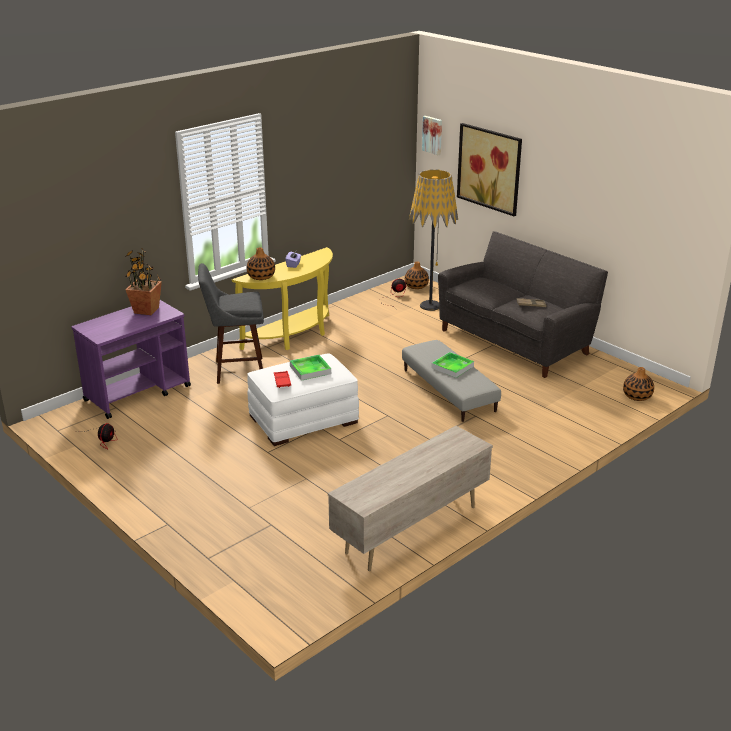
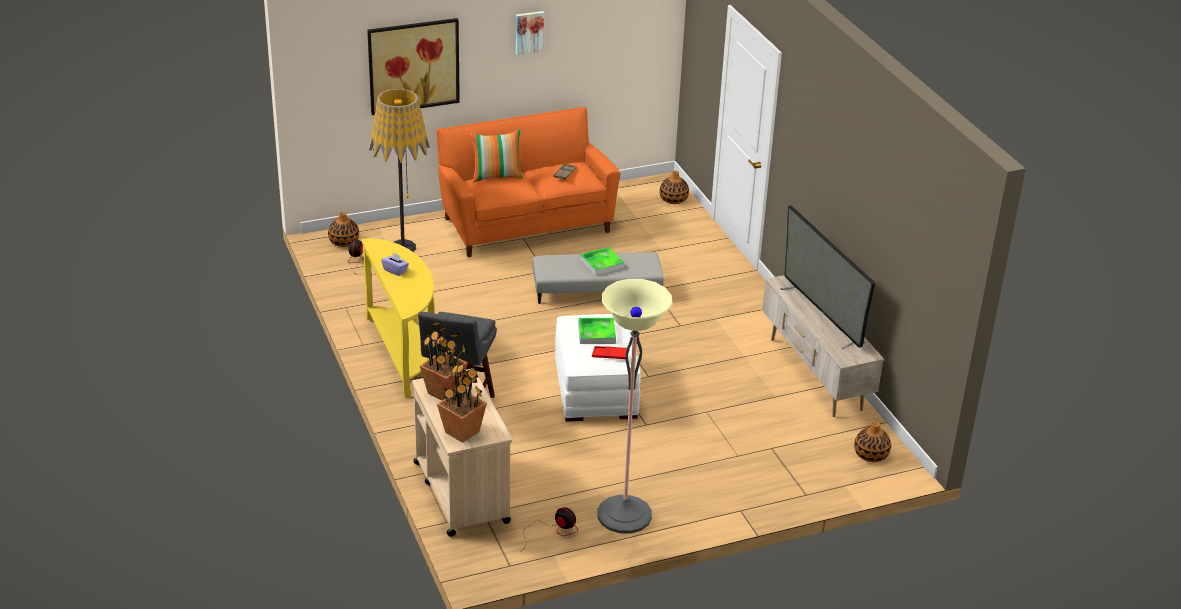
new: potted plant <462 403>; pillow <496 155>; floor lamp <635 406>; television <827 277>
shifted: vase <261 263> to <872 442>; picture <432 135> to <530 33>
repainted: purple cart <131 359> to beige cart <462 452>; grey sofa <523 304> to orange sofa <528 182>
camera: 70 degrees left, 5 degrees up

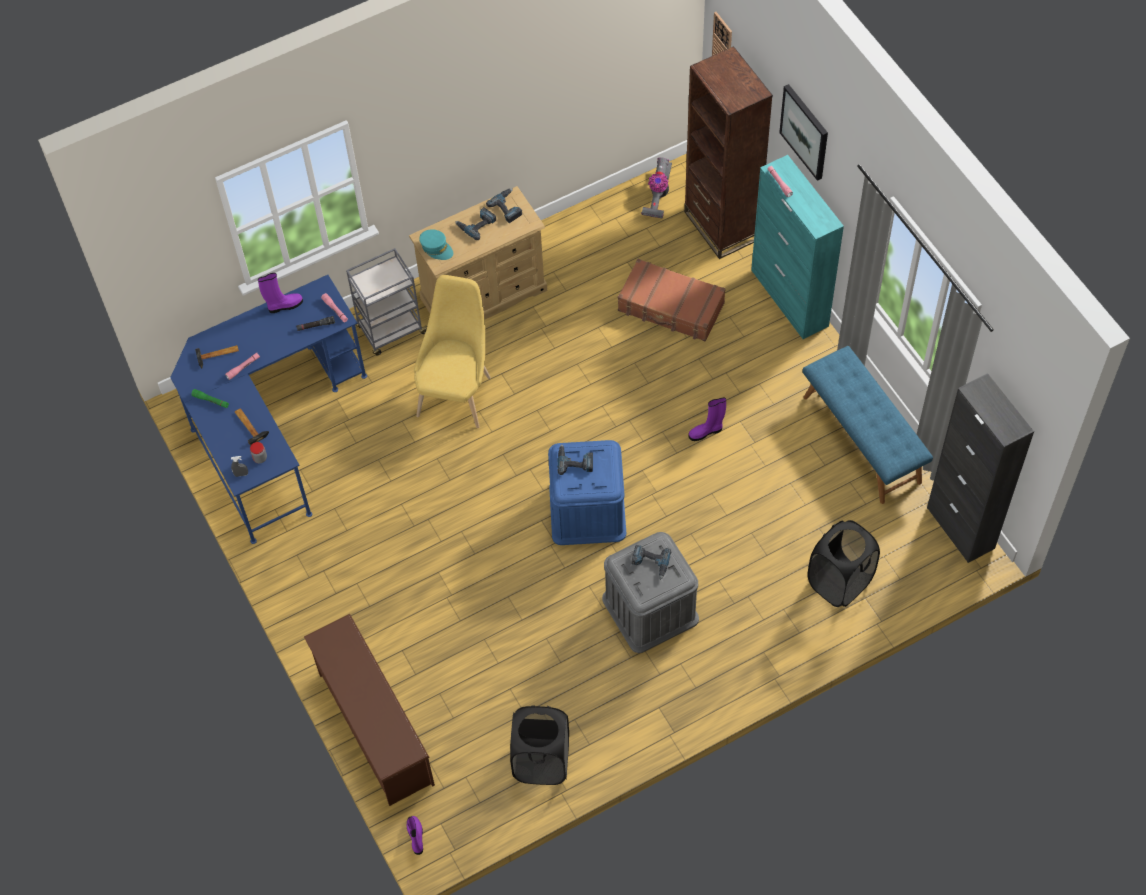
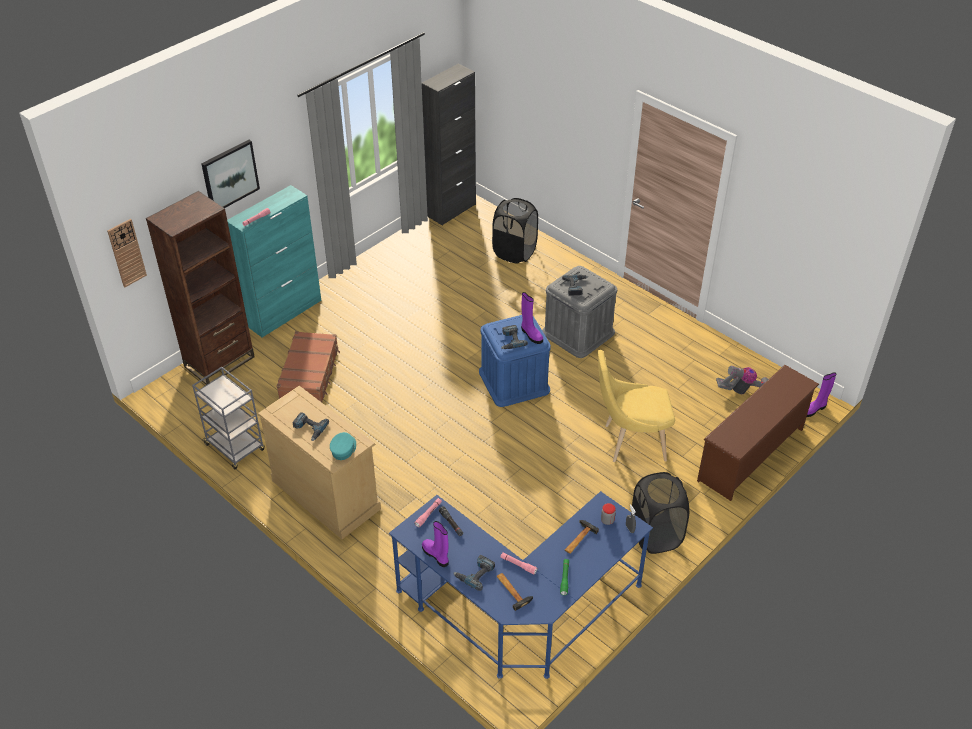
gone: blue bench <868 425>
shifted: grey cart <386 302> to <228 418>; yellow chair <452 351> to <636 406>; power drill <504 205> to <474 573>; black laundry basket <539 745> to <660 513>; vacuum cleaner <656 188> to <742 380>; purple boot <707 419> to <532 318>
camera: 110 degrees left, 15 degrees down

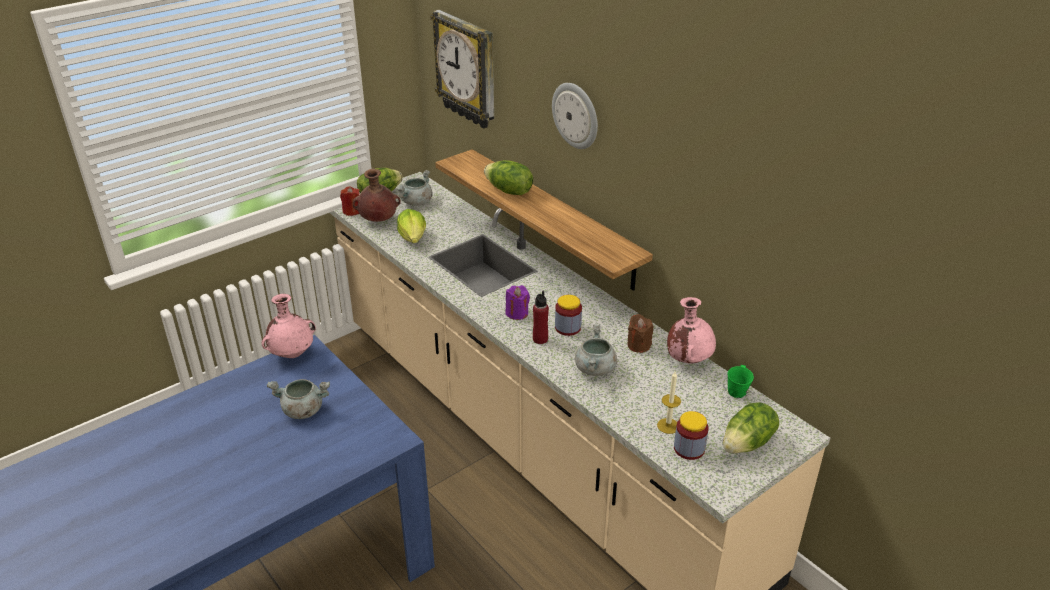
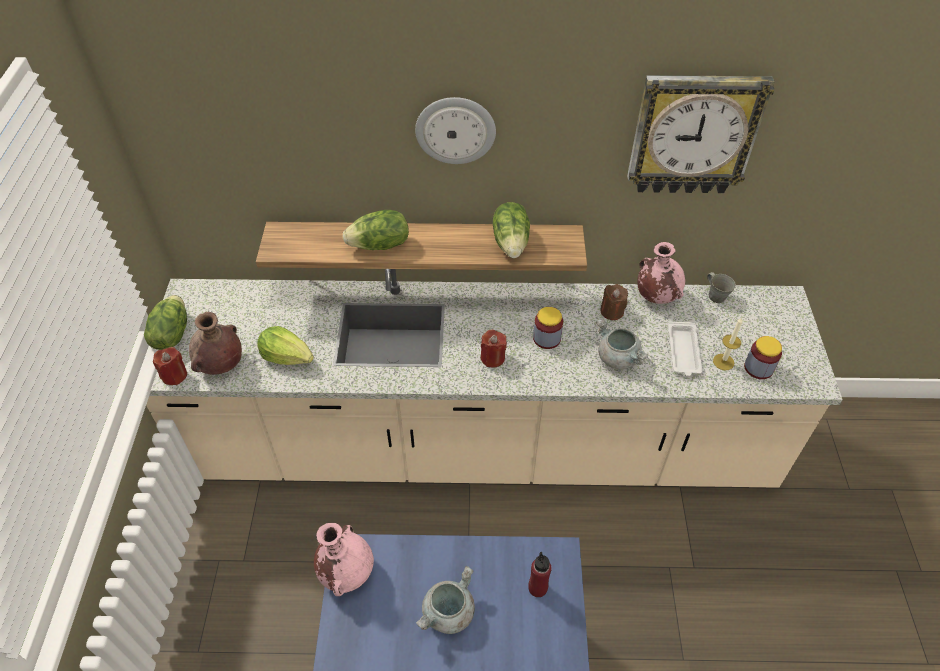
gone: grey cooking pot <414 188>
new: white tray <685 348>
shifted: wall clock <462 69> to <700 134>; red bottle <541 317> to <540 574>; lettuce <751 428> to <511 230>
repainted: purple candle <517 302> to red candle <494 349>; green mug <741 381> to grey mug <721 287>
camera: 50 degrees left, 15 degrees up

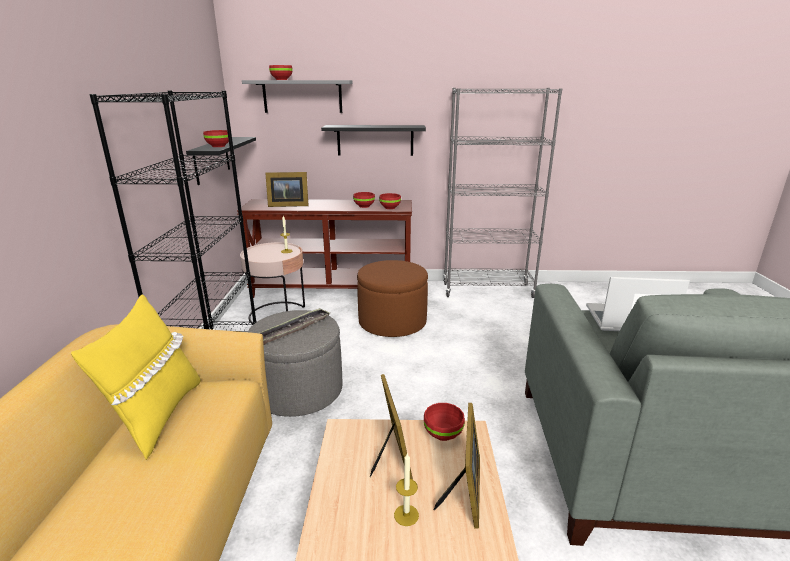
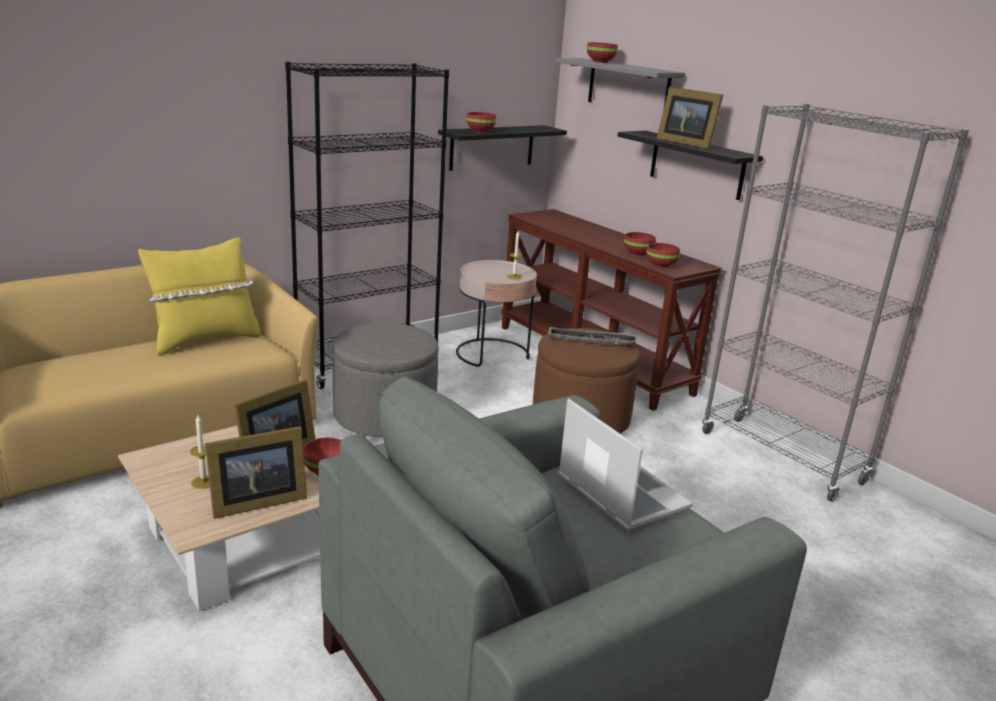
shifted: tray <294 326> to <593 336>; picture frame <287 189> to <690 118>
camera: 50 degrees right, 0 degrees up

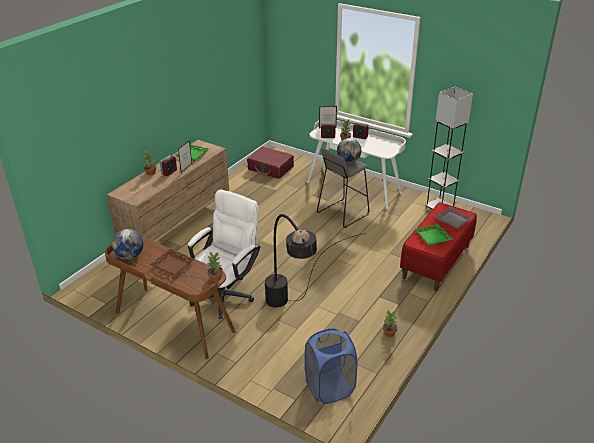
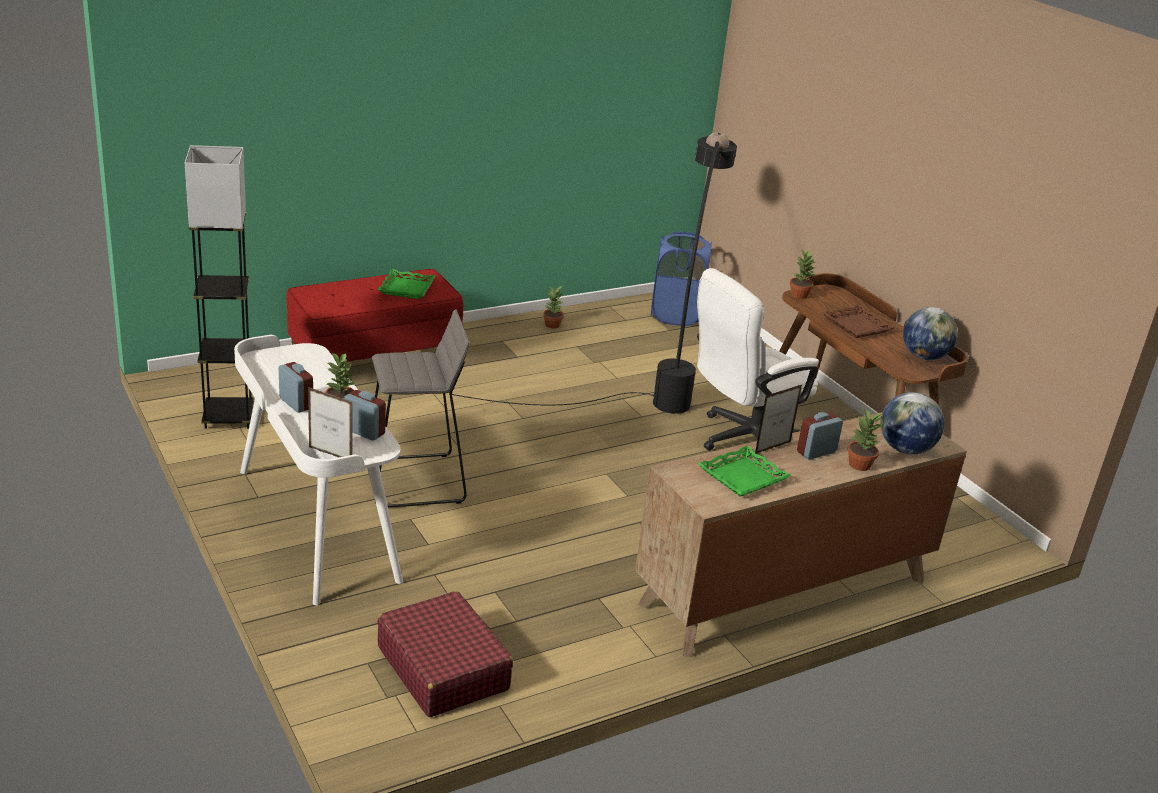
gone: grey tray <454 218>
shifted: globe <349 150> to <912 423>
camera: 155 degrees left, 5 degrees down

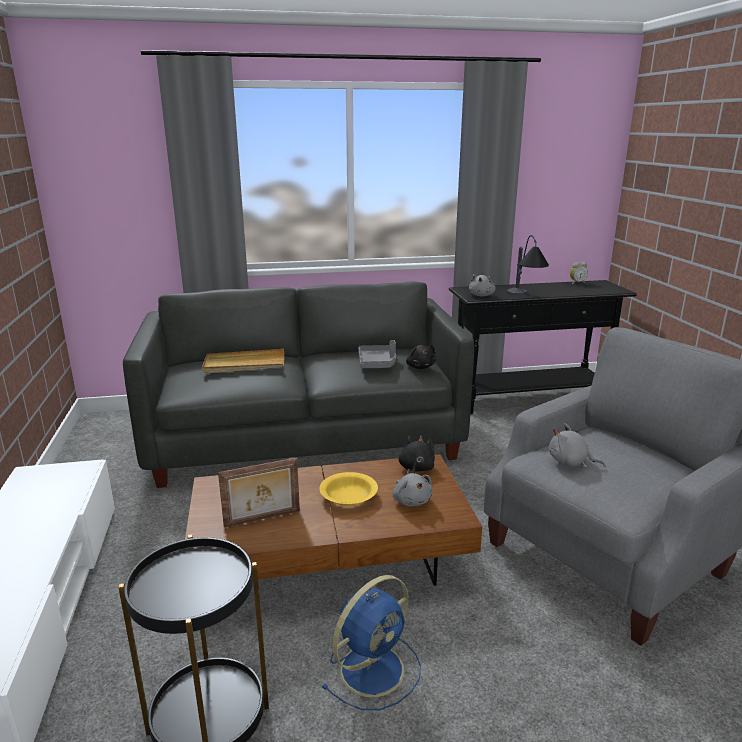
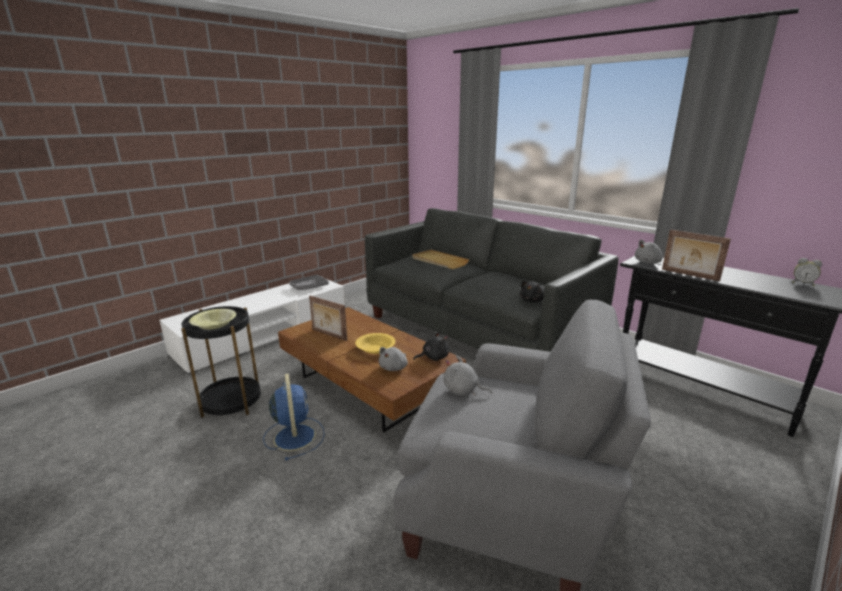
new: yellow bowl <212 319>
shifted: grey tray <377 354> to <309 282>
swapped: table lamp <528 264> to picture frame <696 255>
rotated: blue fan <371 642> = <294 417> 120 degrees counterclockwise; grey plush toy <577 445> = <468 375> 60 degrees counterclockwise
camera: 55 degrees right, 0 degrees up

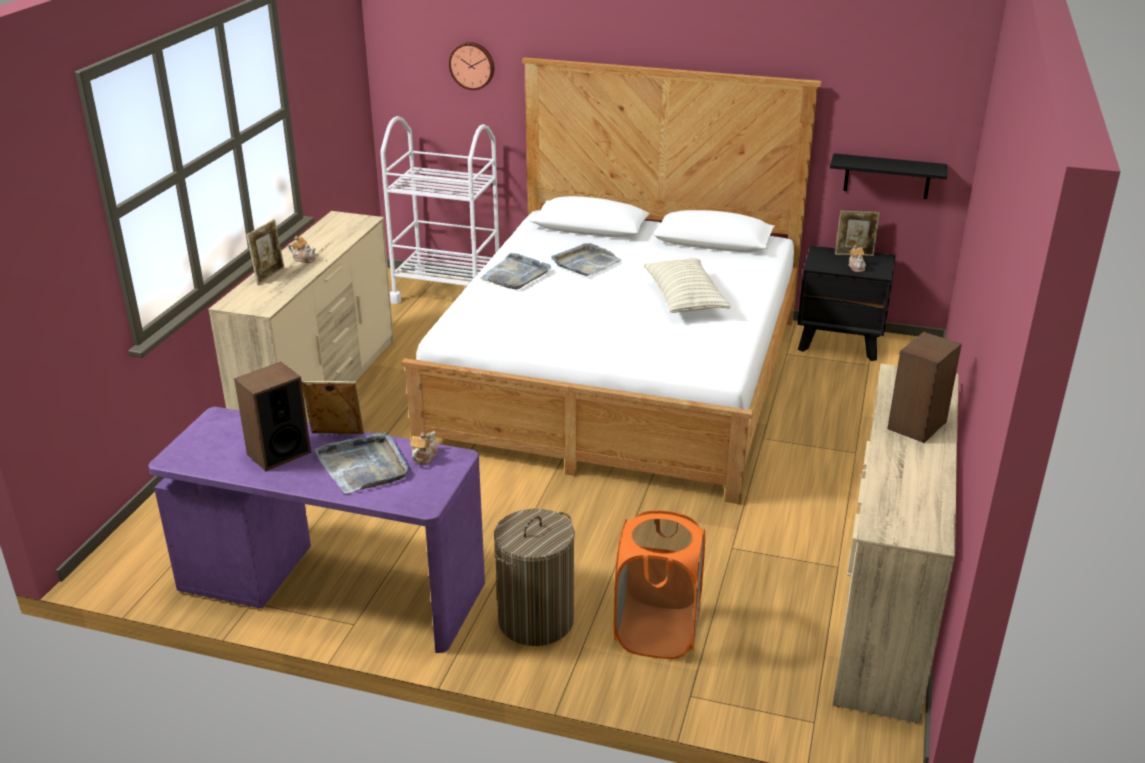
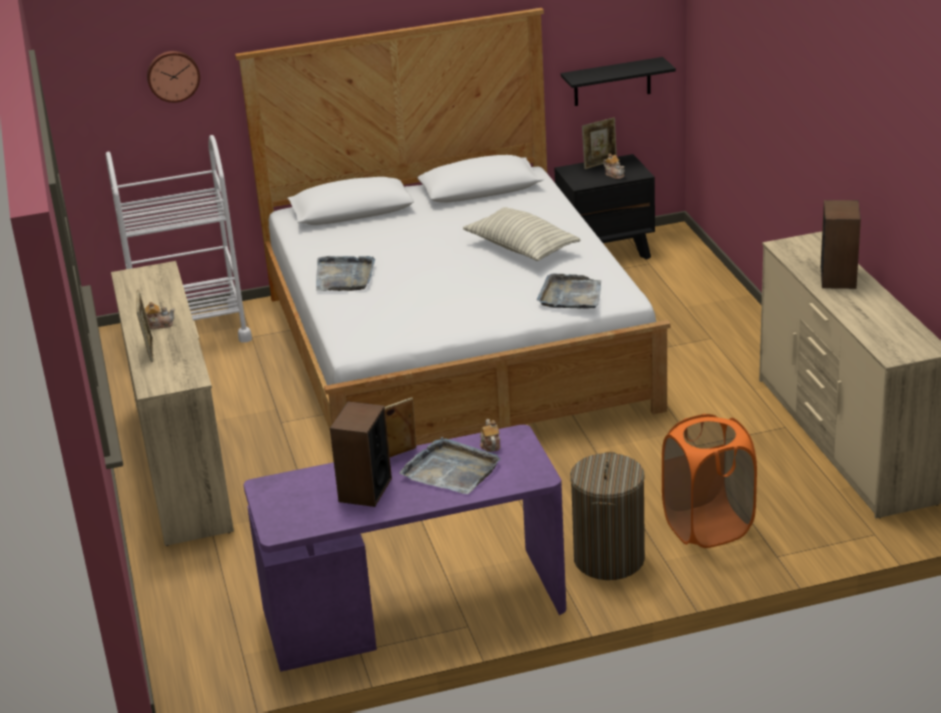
shifted: grey tray <586 259> to <569 291>
camera: 30 degrees left, 0 degrees up

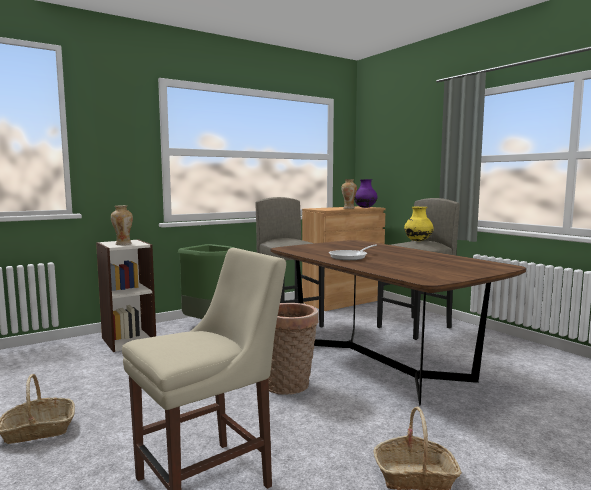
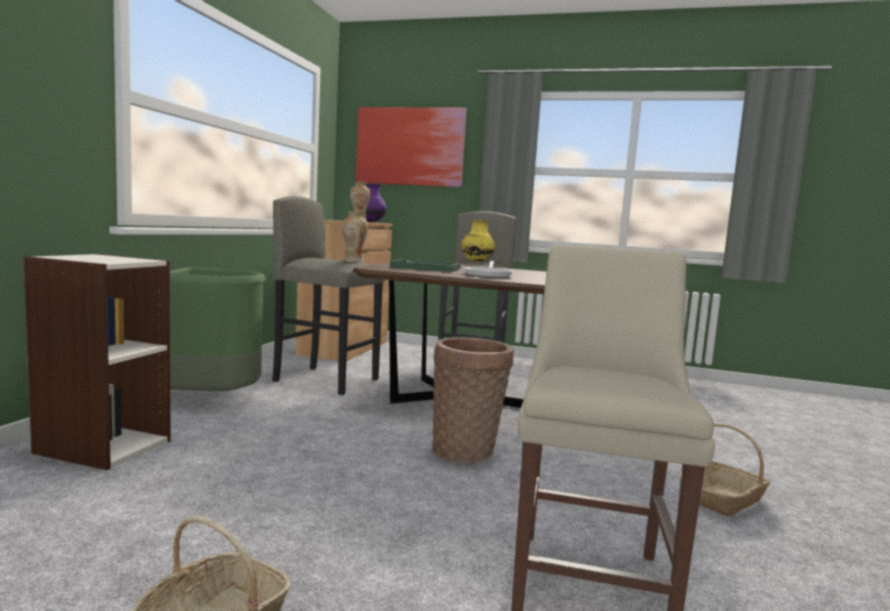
new: picture <411 147>; green tray <425 265>
shifted: vase <122 225> to <355 236>
camera: 40 degrees left, 0 degrees up

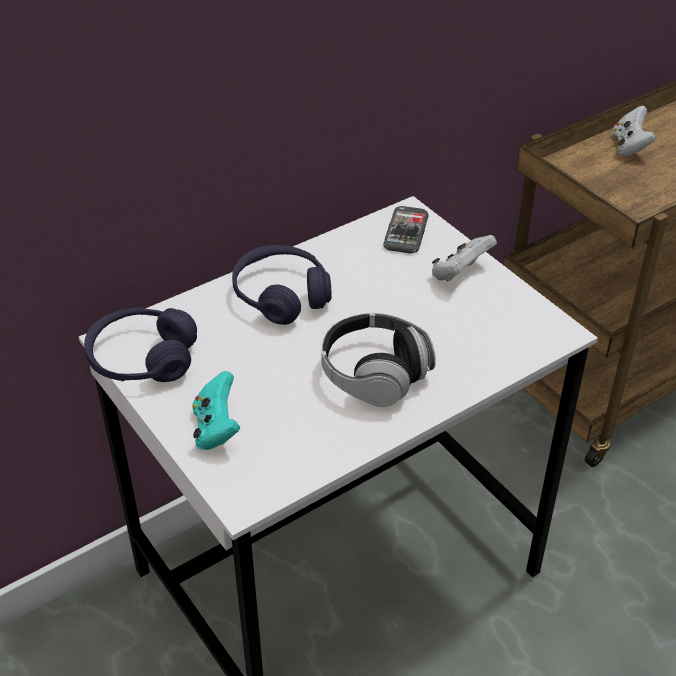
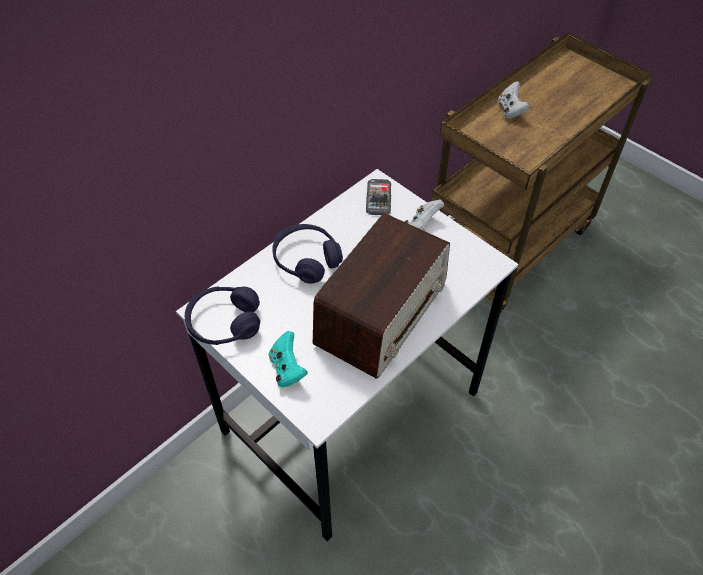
swapped: headphones <378 360> to radio <381 296>
camera: 10 degrees left, 10 degrees up

